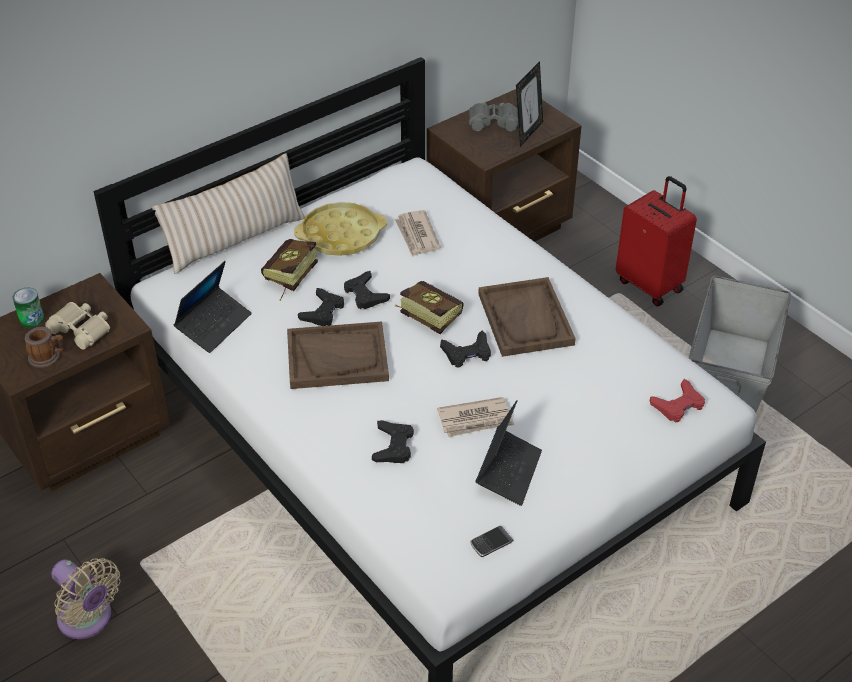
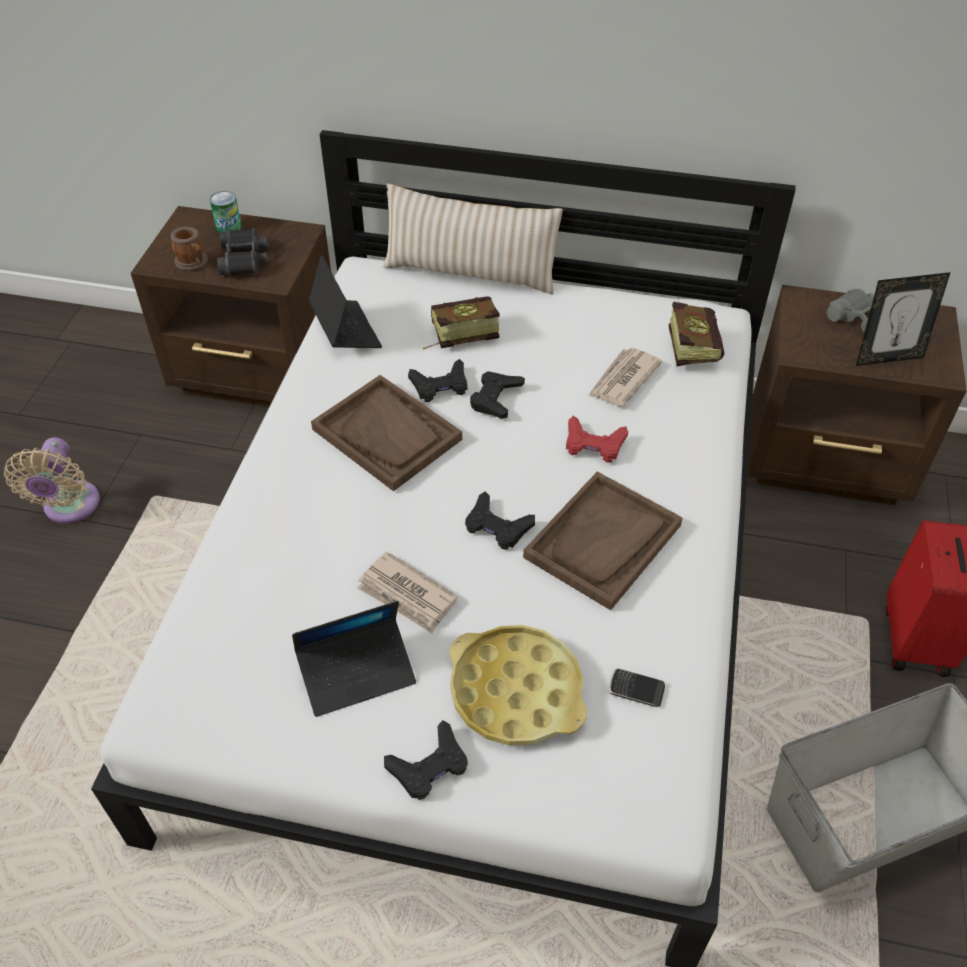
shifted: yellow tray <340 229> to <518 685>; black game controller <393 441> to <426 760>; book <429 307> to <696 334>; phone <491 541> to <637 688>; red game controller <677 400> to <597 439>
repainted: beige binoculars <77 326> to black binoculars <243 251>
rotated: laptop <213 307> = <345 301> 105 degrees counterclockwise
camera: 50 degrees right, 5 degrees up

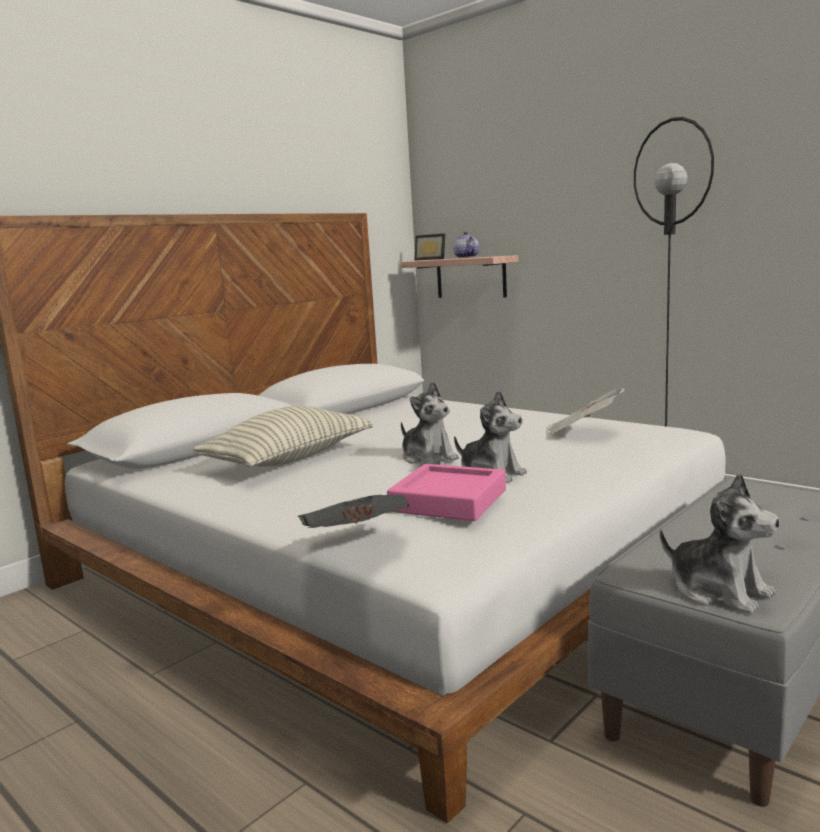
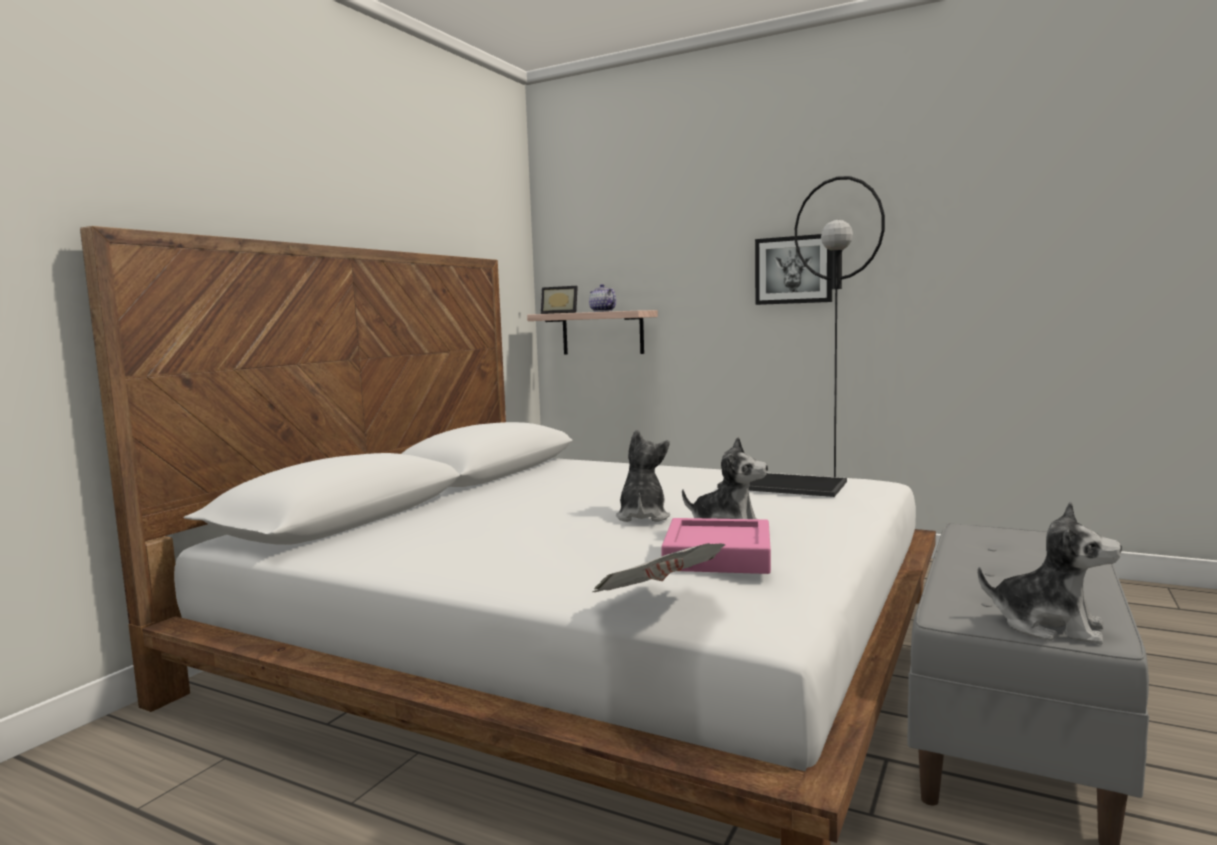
gone: pillow <283 436>
new: picture <793 269>
swapped: newspaper <585 411> to tray <782 485>
rotated: plush toy <430 423> = <643 476> 120 degrees counterclockwise
camera: 15 degrees left, 5 degrees down

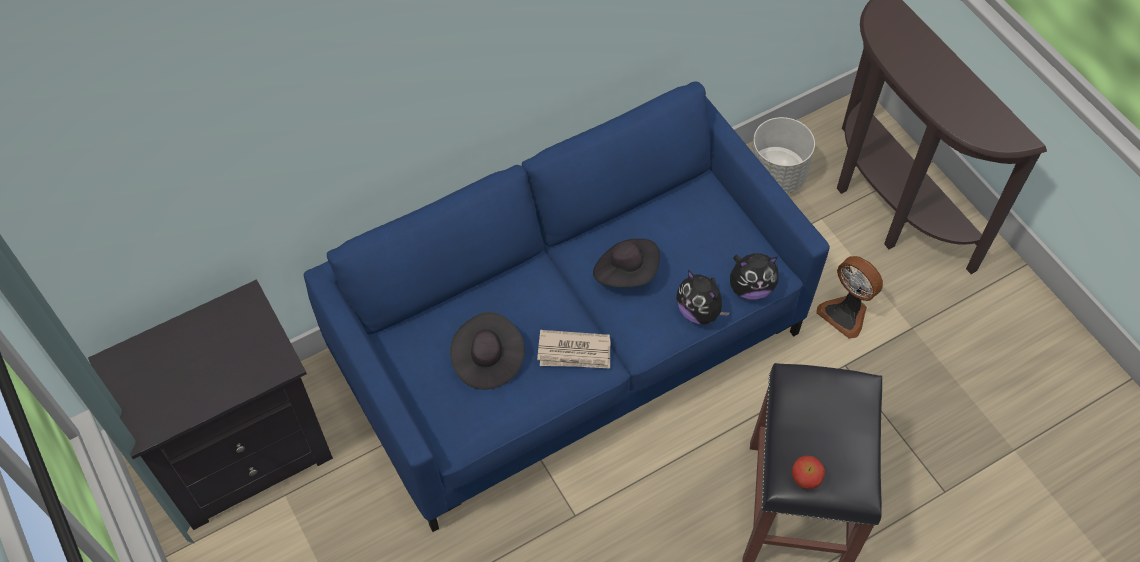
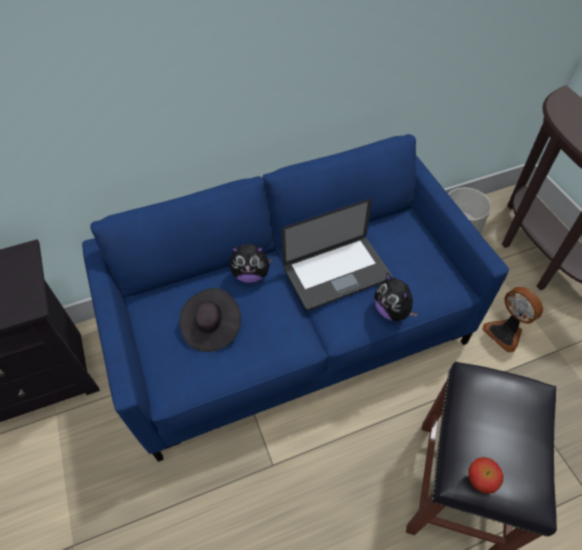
gone: newspaper <573 349>
shifted: plush toy <754 276> to <251 263>
swapped: black hat <626 263> to laptop <336 254>
camera: 10 degrees right, 5 degrees down

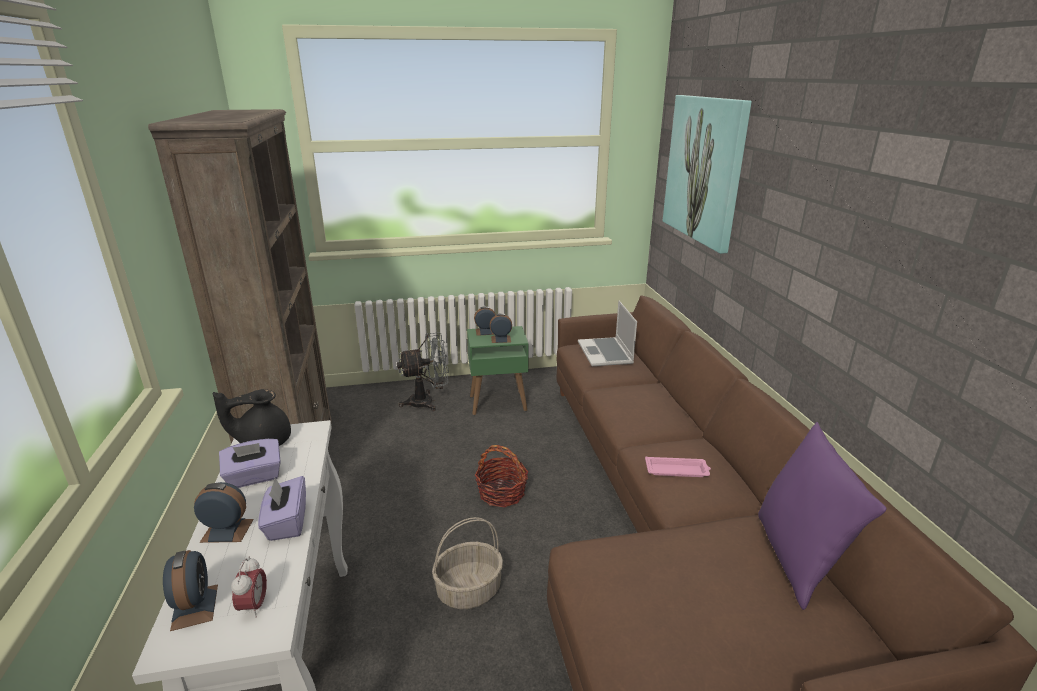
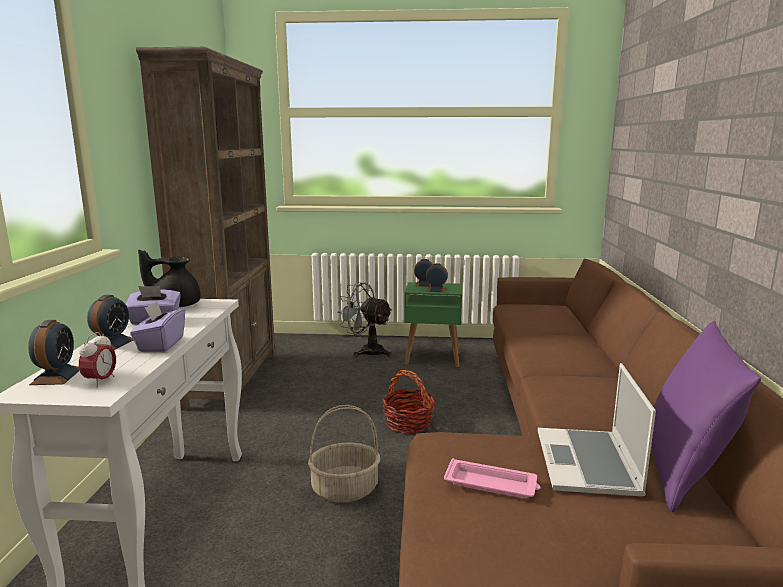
gone: picture <707 174>
shifted: laptop <607 333> to <597 429>; pink tray <678 466> to <492 478>
rotated: alarm clock <224 512> = <110 322> 90 degrees clockwise; grey fan <423 371> = <365 319> 150 degrees counterclockwise
camera: 15 degrees right, 10 degrees down

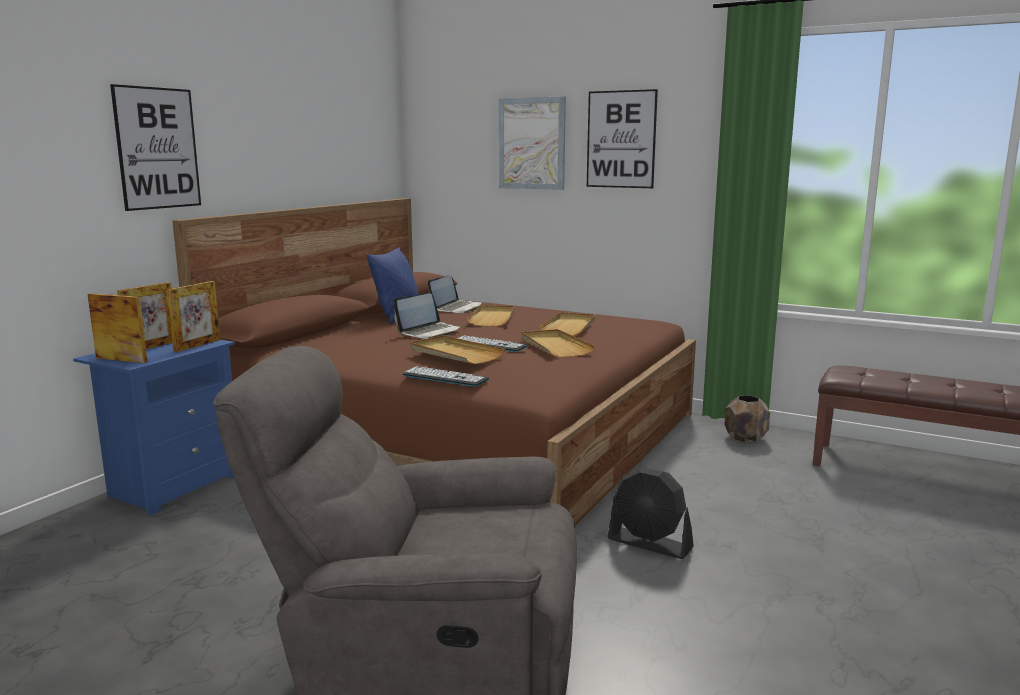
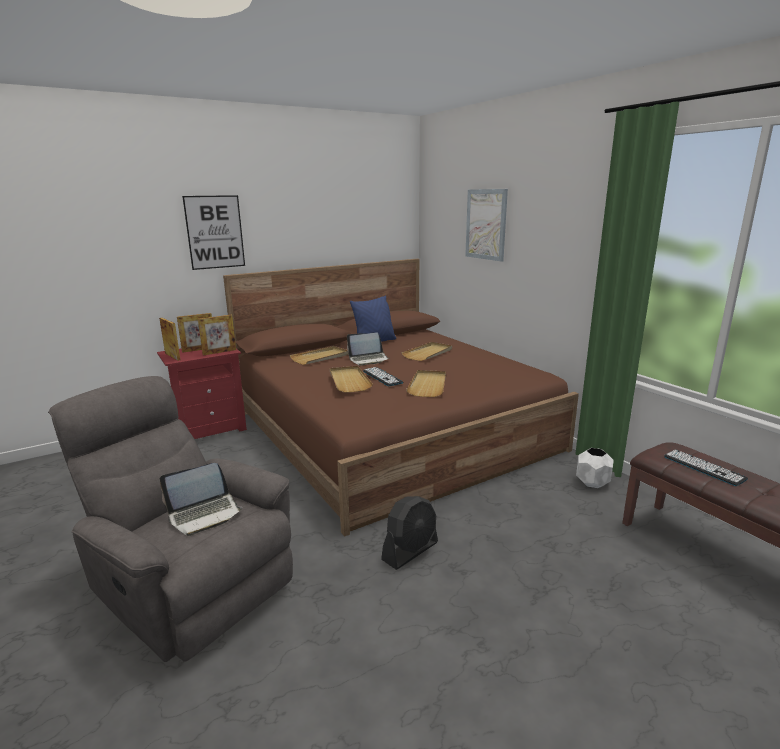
gone: picture <622 138>
shifted: keyboard <446 376> to <706 467>; laptop <455 294> to <201 499>; beige tray <567 324> to <319 355>
repainted: blue nightstand <154 427> to red nightstand <202 394>; brown planter <747 418> to white planter <595 468>
rotated: black fan <650 513> = <409 533> 105 degrees counterclockwise
camera: 30 degrees right, 5 degrees up

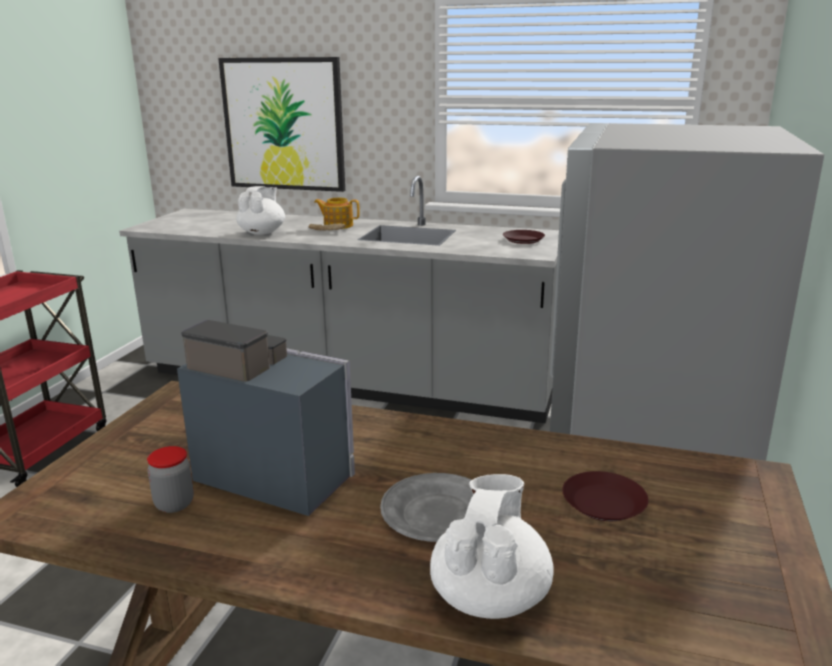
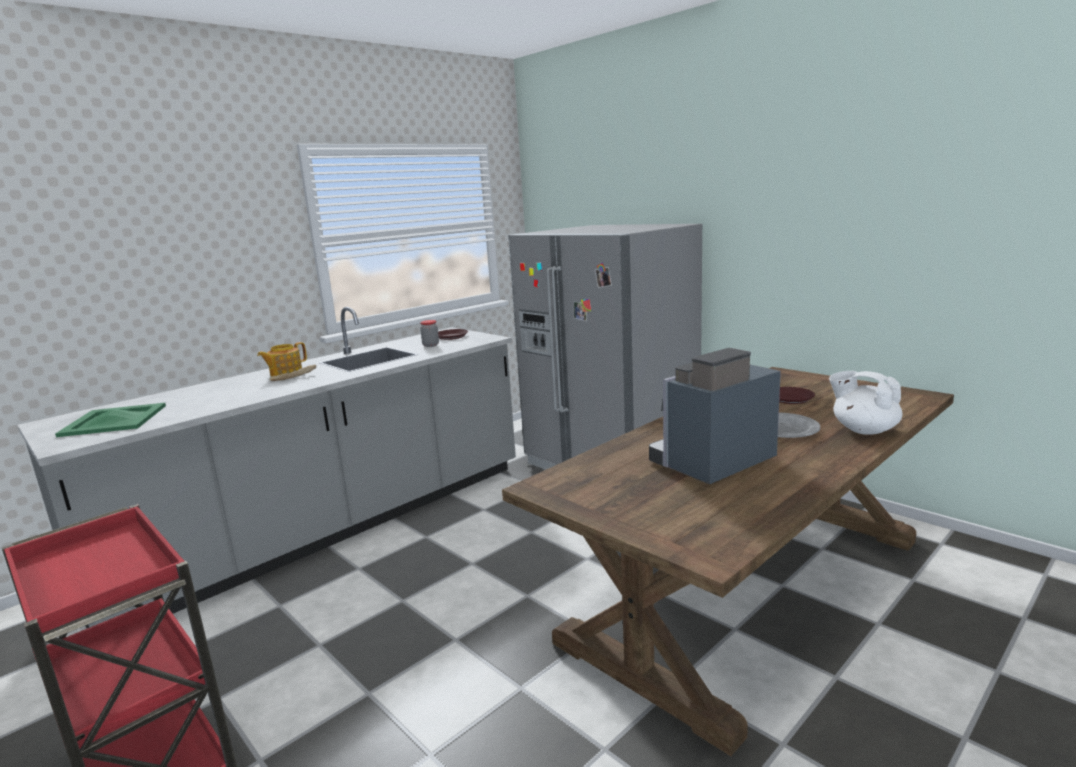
gone: picture <281 124>; white teapot <260 210>
new: green tray <110 420>
shifted: jar <170 479> to <429 333>
camera: 60 degrees left, 5 degrees down

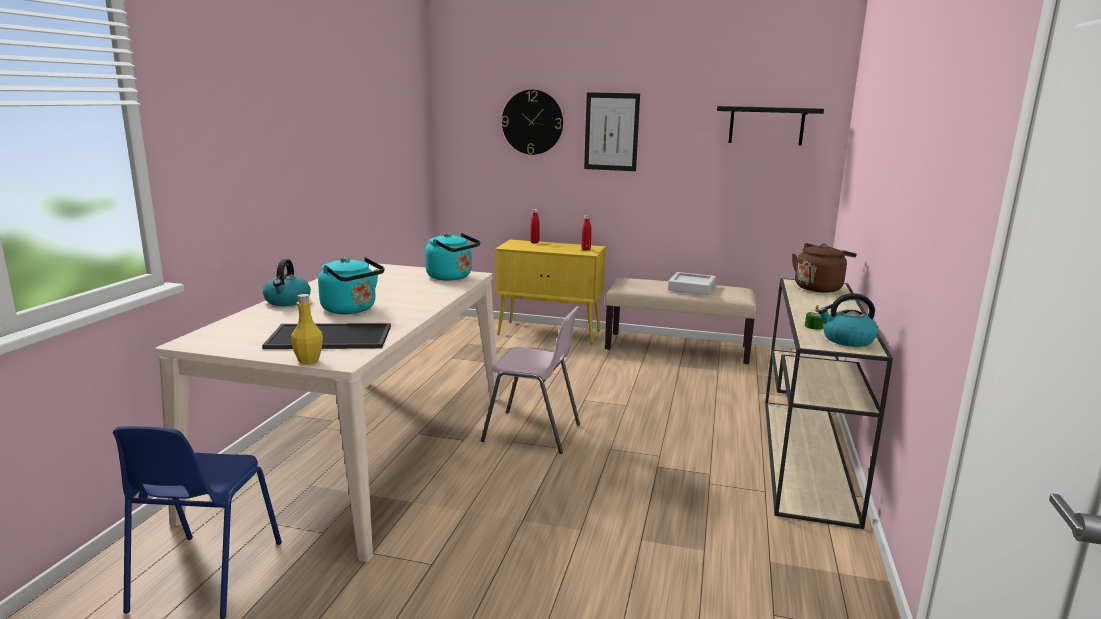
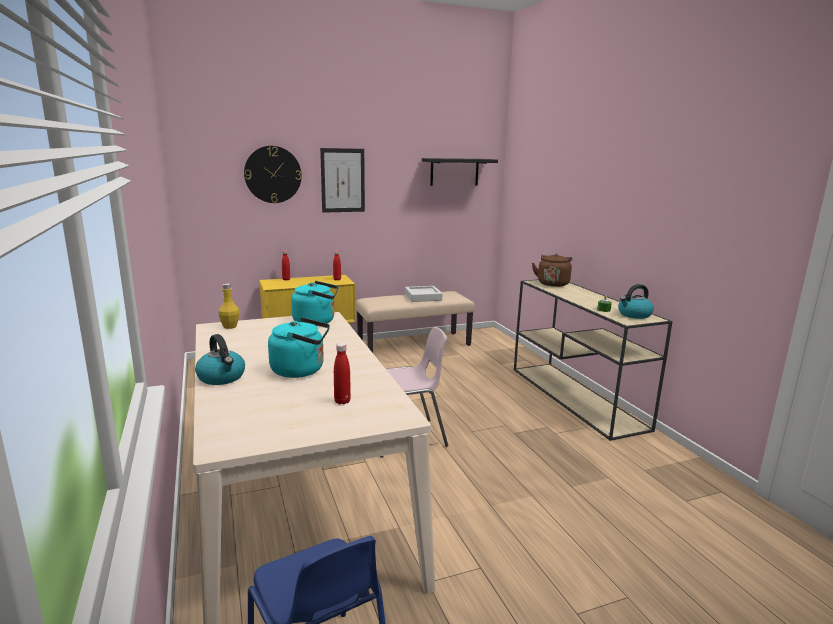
shifted: yellow bottle <307 329> to <229 306>
swapped: tray <326 336> to red bottle <342 373>
camera: 35 degrees left, 0 degrees up

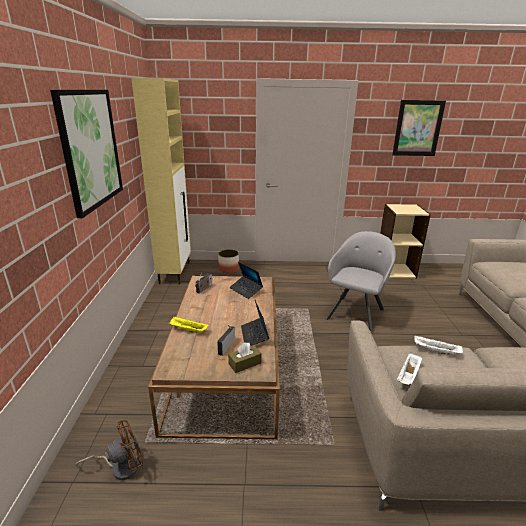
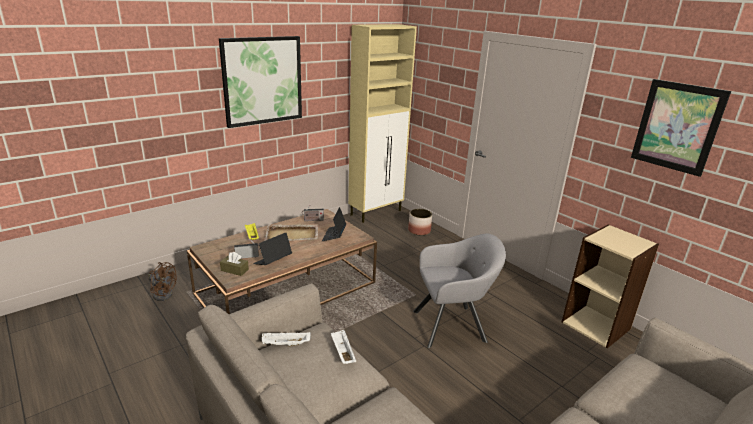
new: beige tray <291 232>
camera: 50 degrees right, 0 degrees up

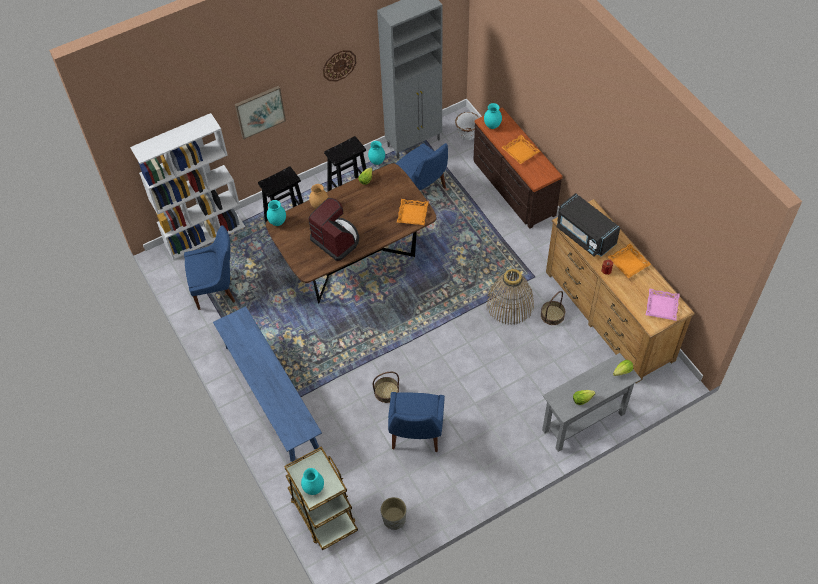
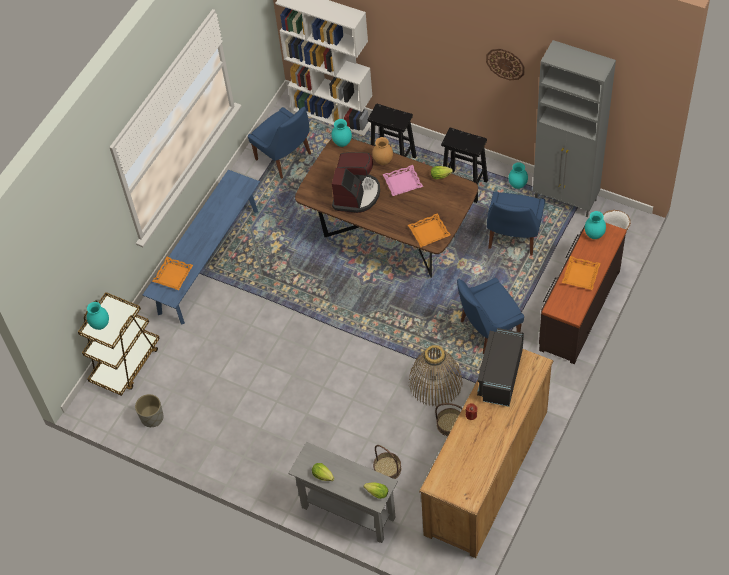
gone: picture <260 112>
shifted: basket <386 387> to <387 462>; blue chair <416 422> to <490 315>; orange tray <629 261> to <172 273>; pink tray <663 304> to <403 180>
camera: 60 degrees right, 0 degrees up

